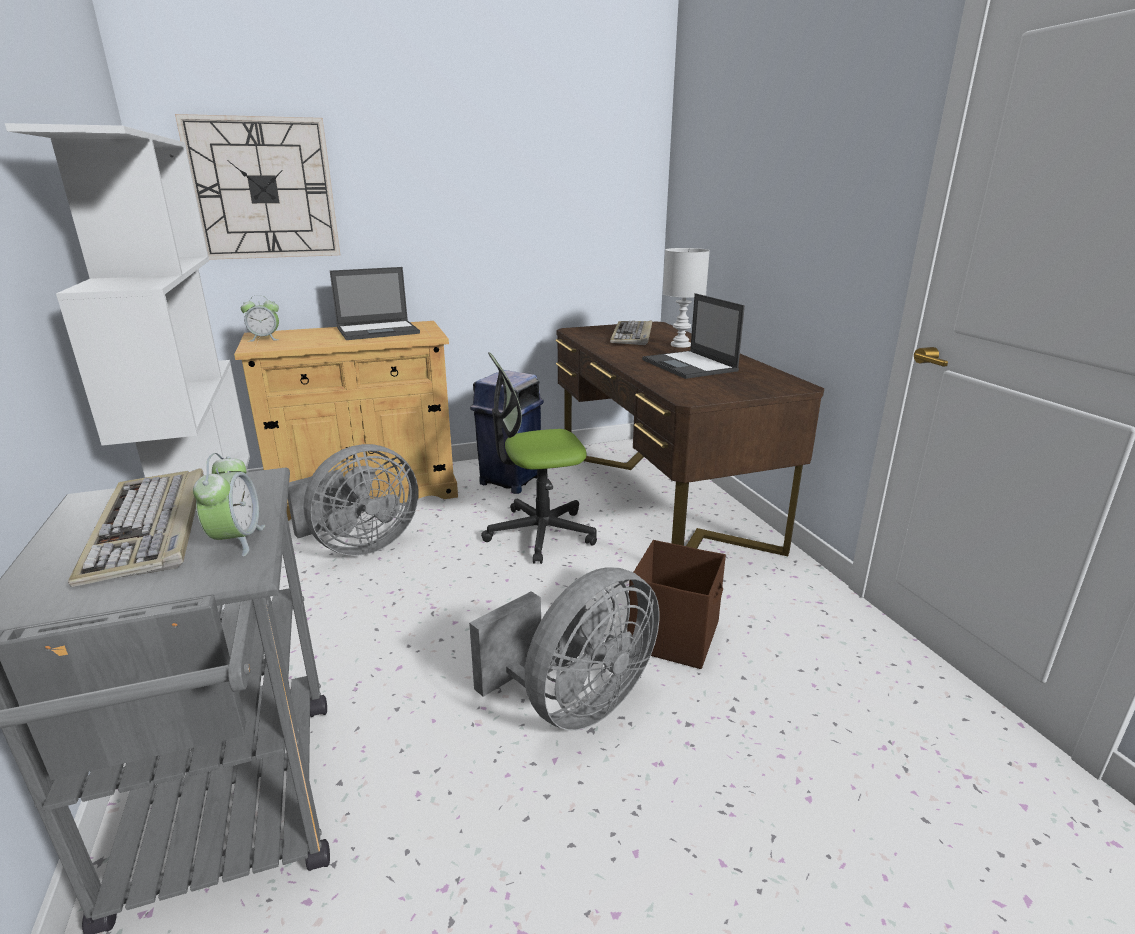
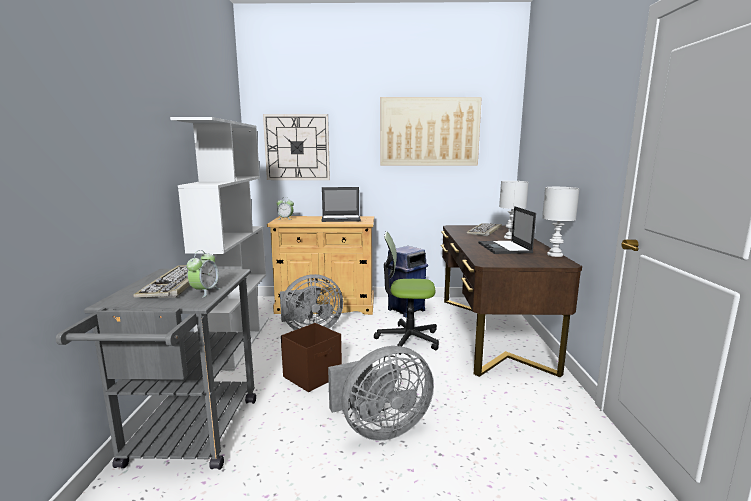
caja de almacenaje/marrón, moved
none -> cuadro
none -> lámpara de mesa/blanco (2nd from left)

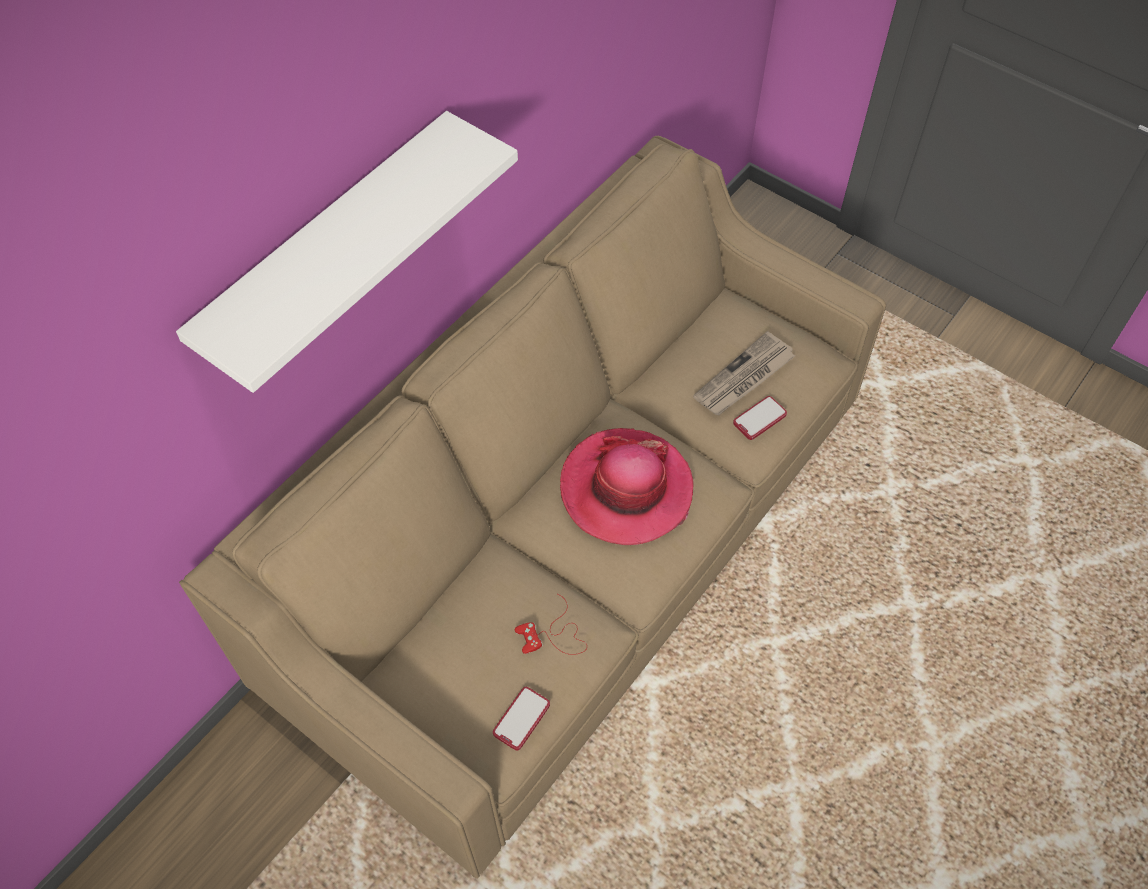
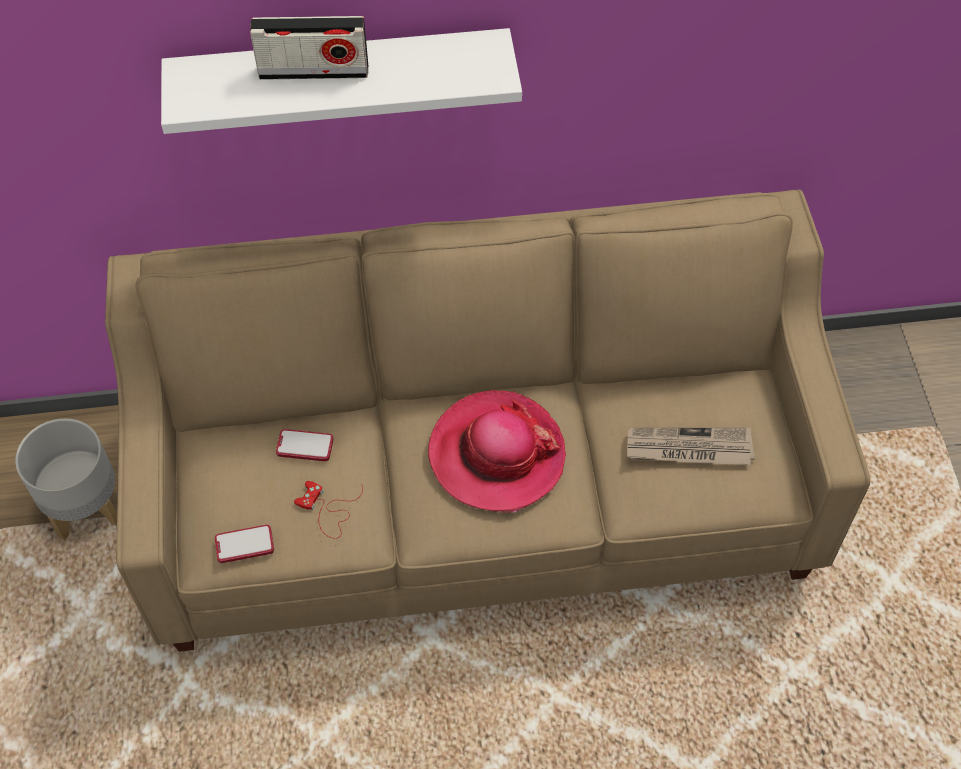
móvil (2nd from left), moved
none -> radio
none -> maceta/gris

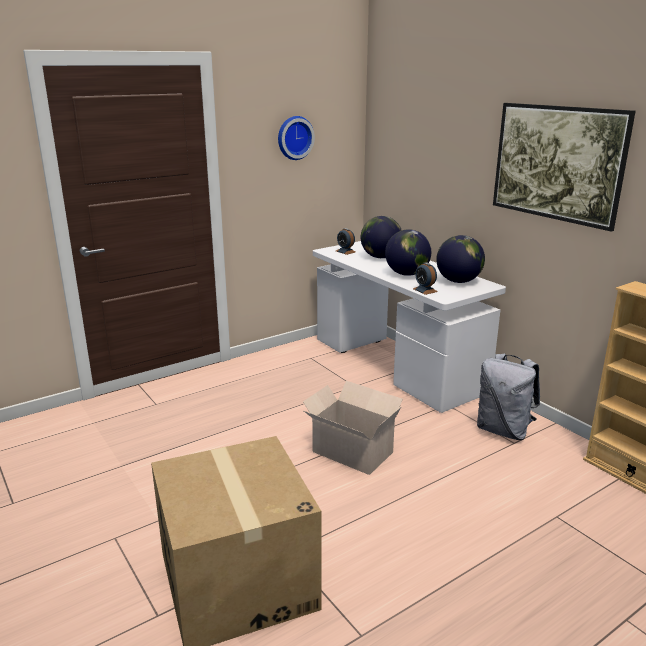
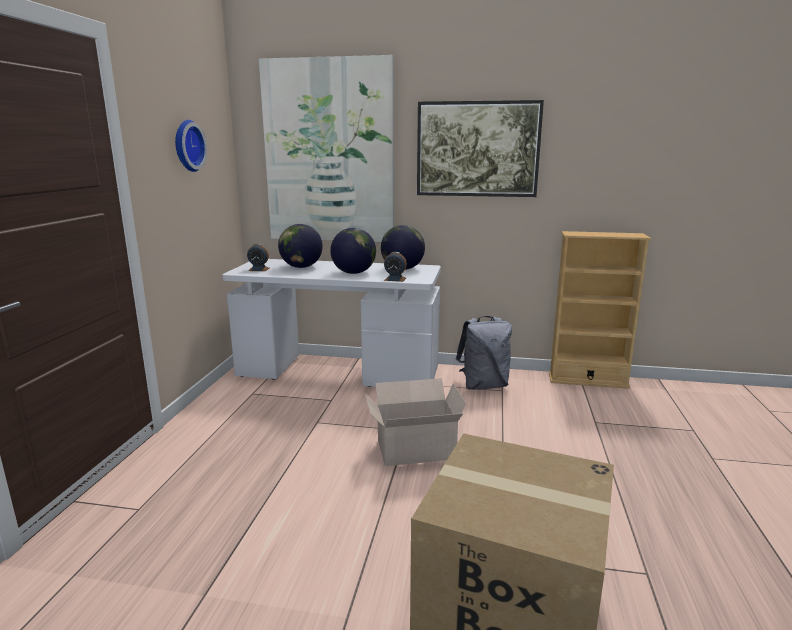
none -> cuadro (1st from left)

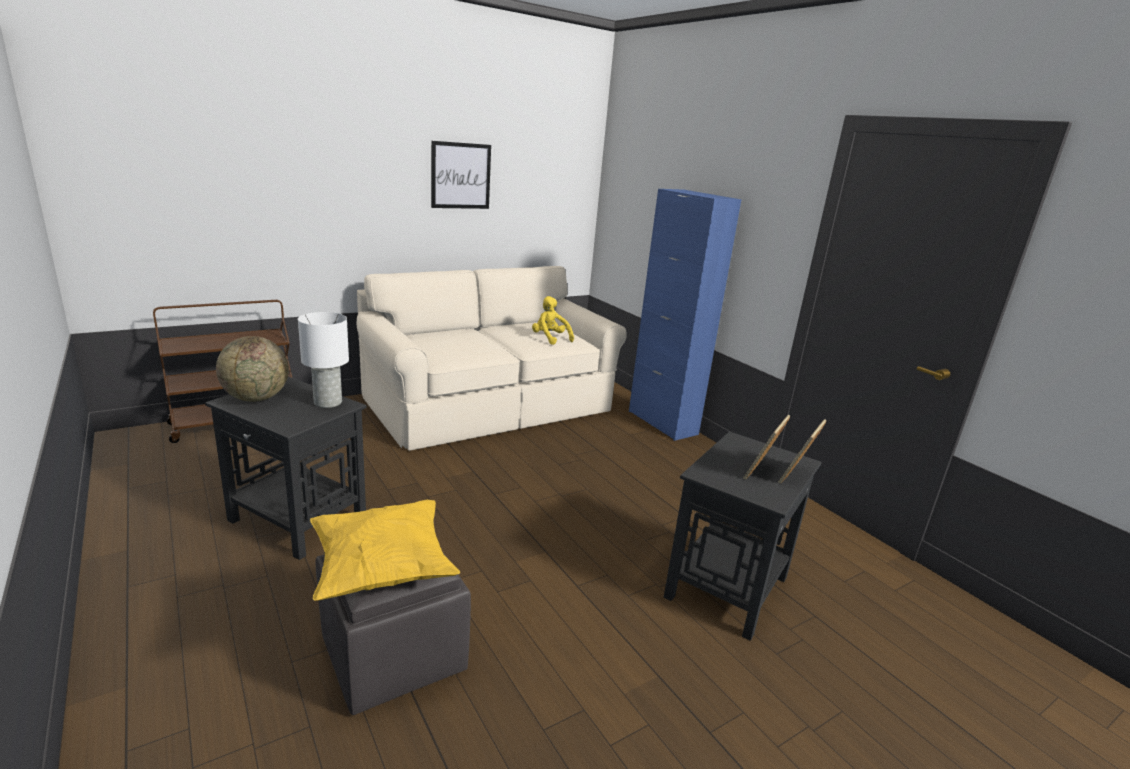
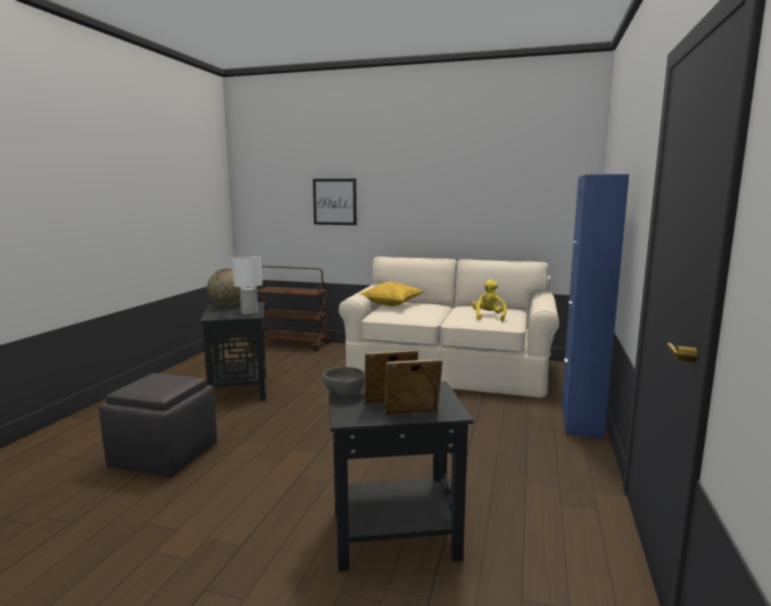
cuadro, moved
cojín/amarillo, moved
none -> cuenco/gris

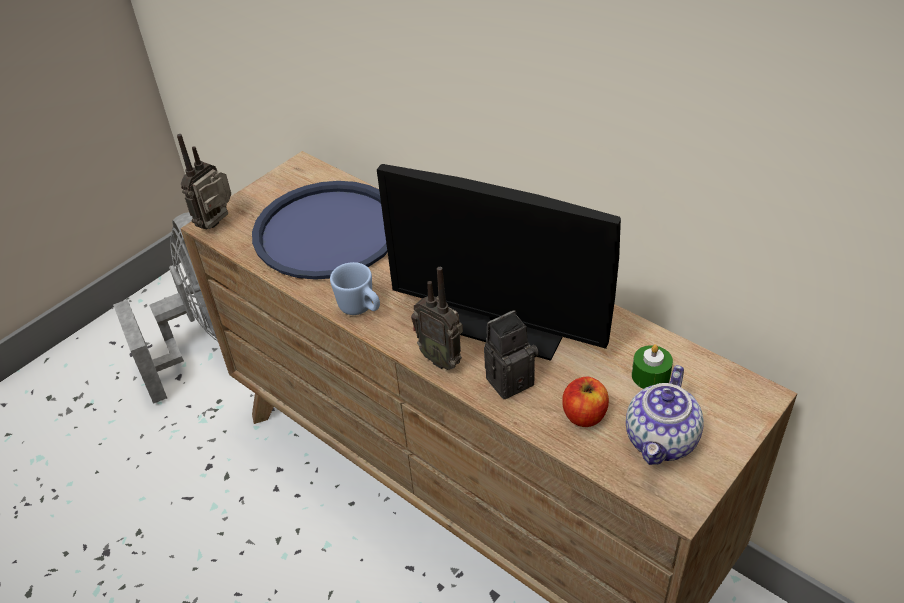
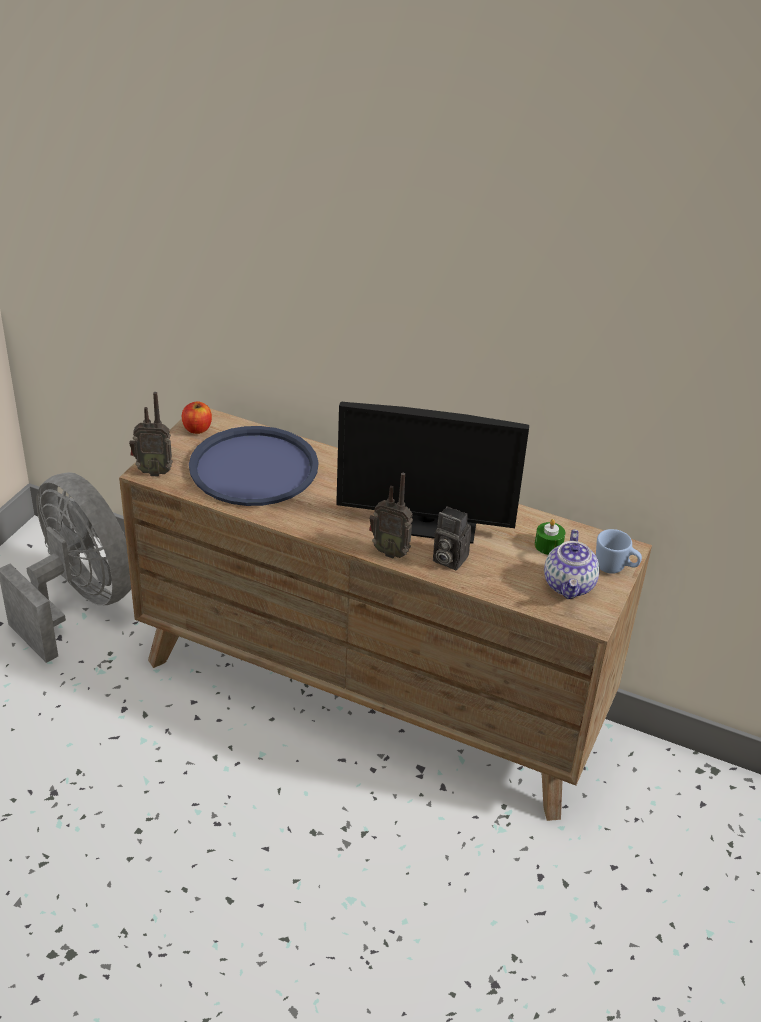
radio (1st from left), 105 degrees counterclockwise
taza grande/azul, moved
cámara, 105 degrees counterclockwise
manzana, moved

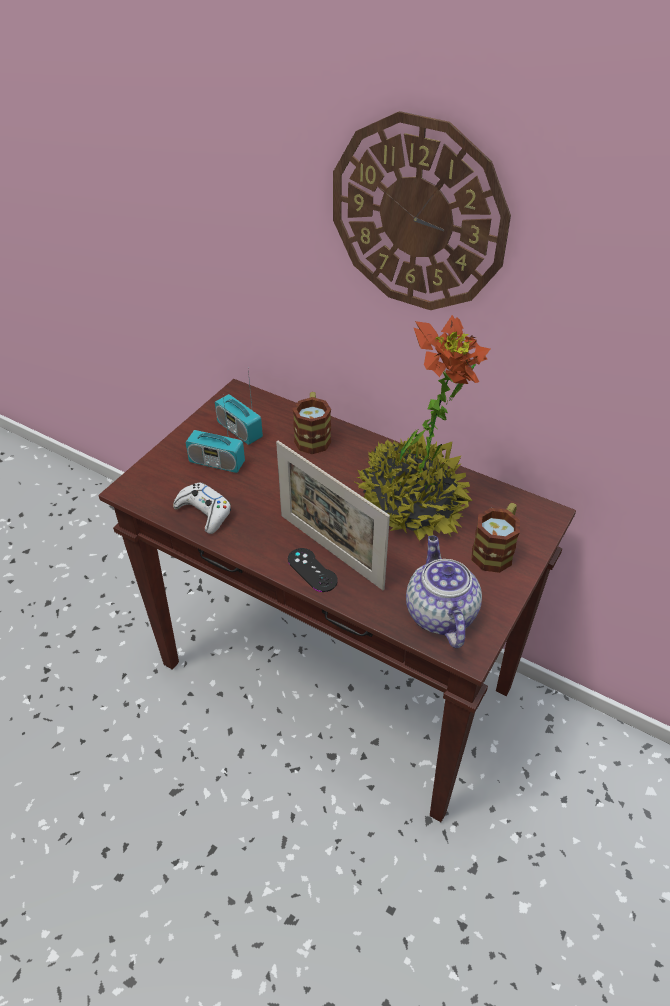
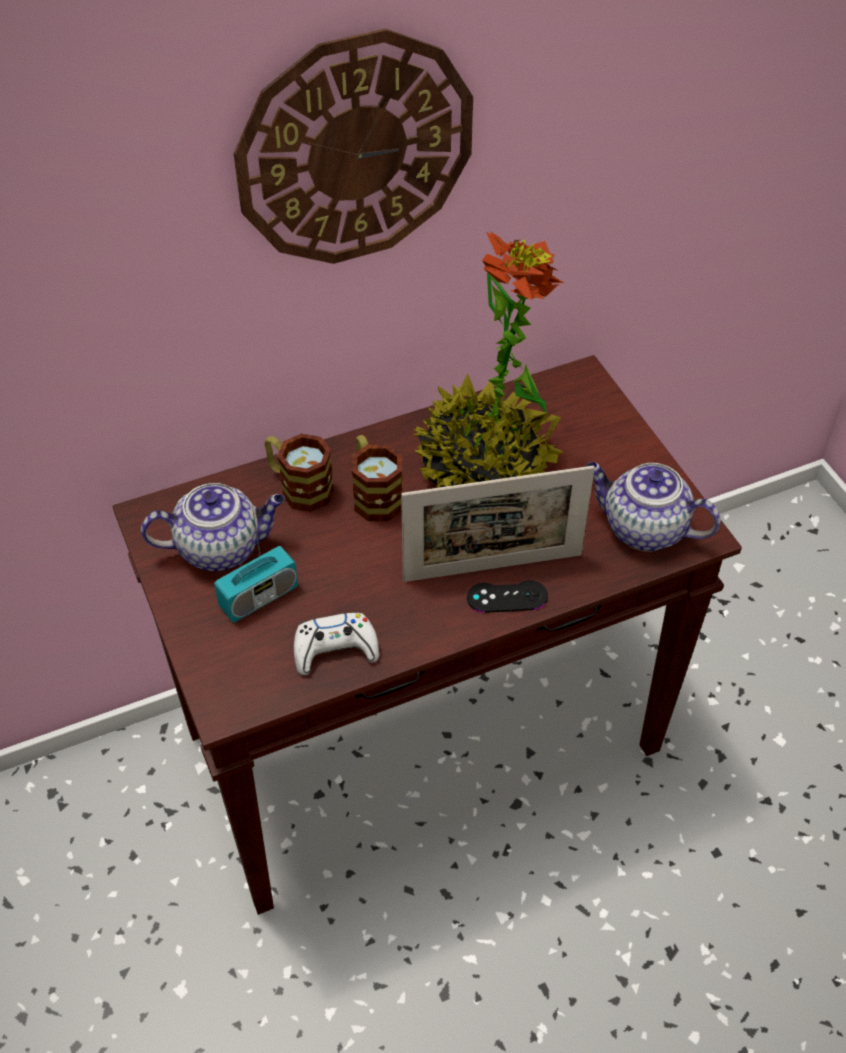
radio (2nd from left) -> tetera (1st from left)
taza grande (2nd from left), moved

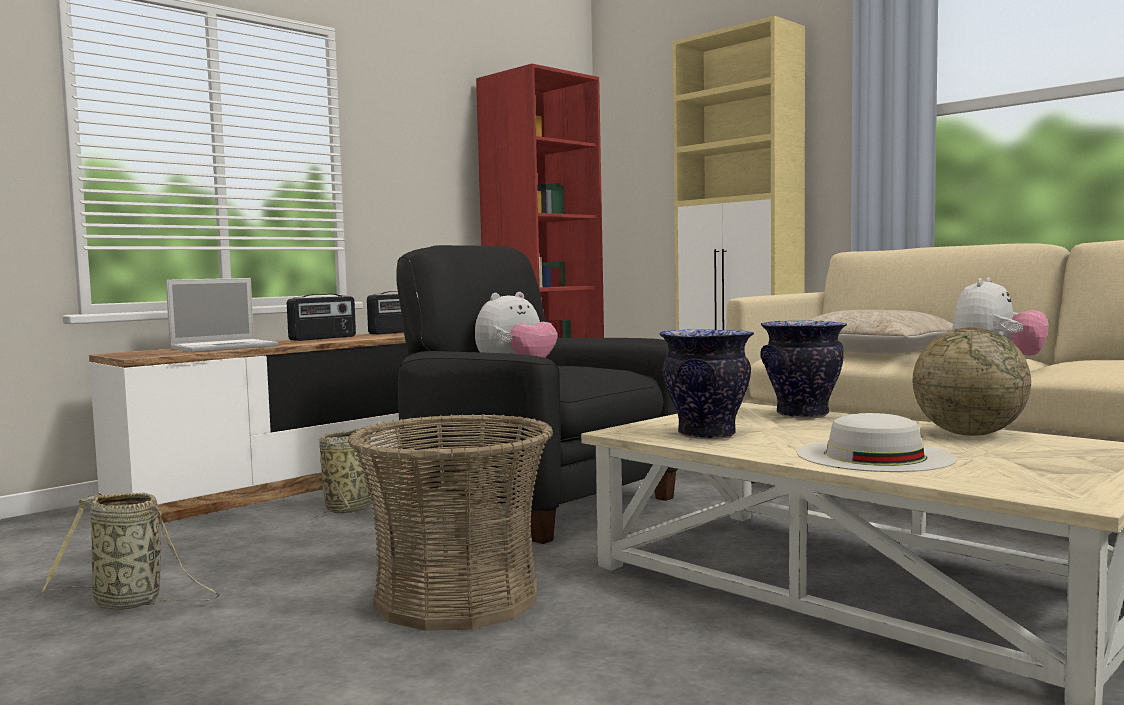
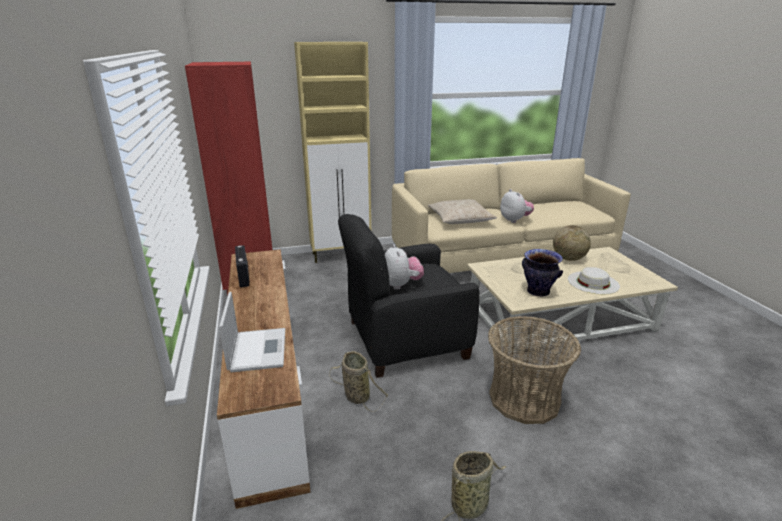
radio (1st from left) -> none
florero (2nd from left) -> none

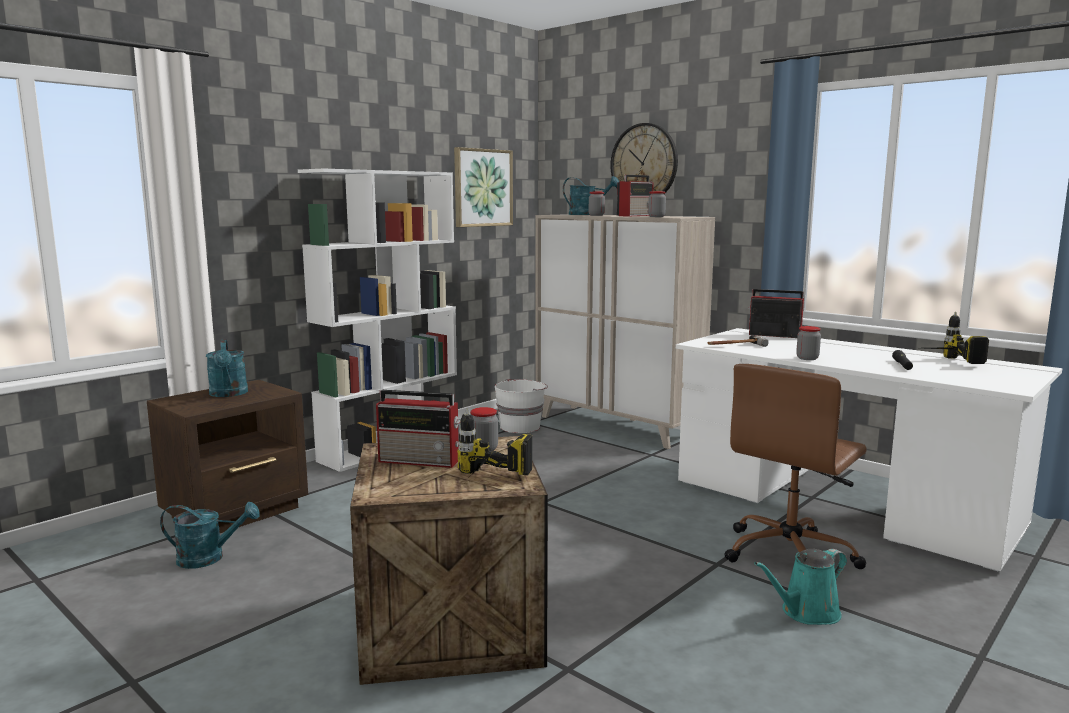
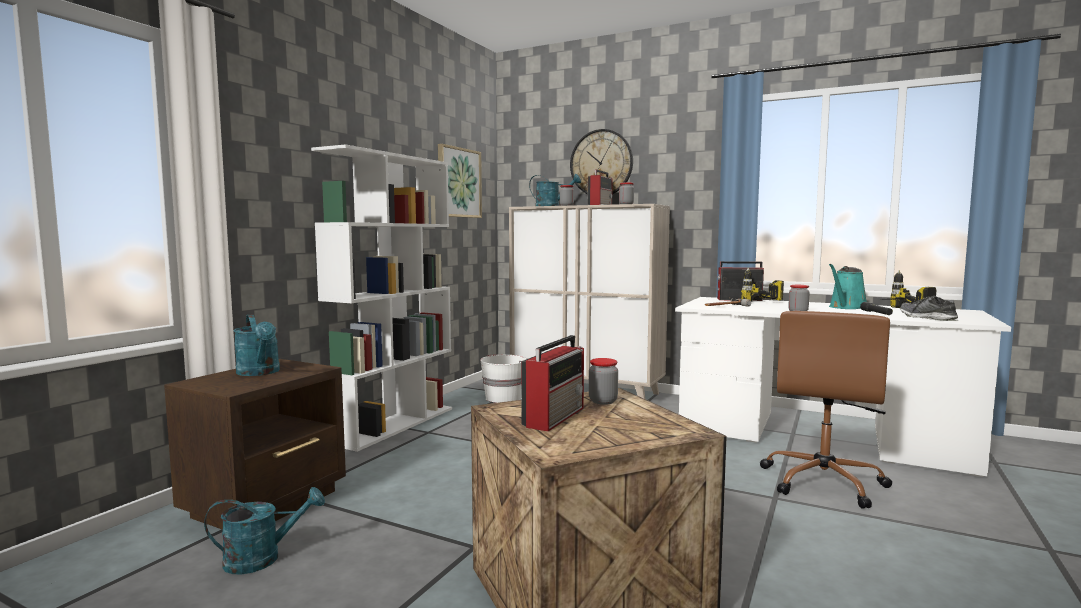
radio (1st from left), 60 degrees counterclockwise
taladro (1st from left), moved
regadera/turquesa (4th from left), moved
none -> zapato

